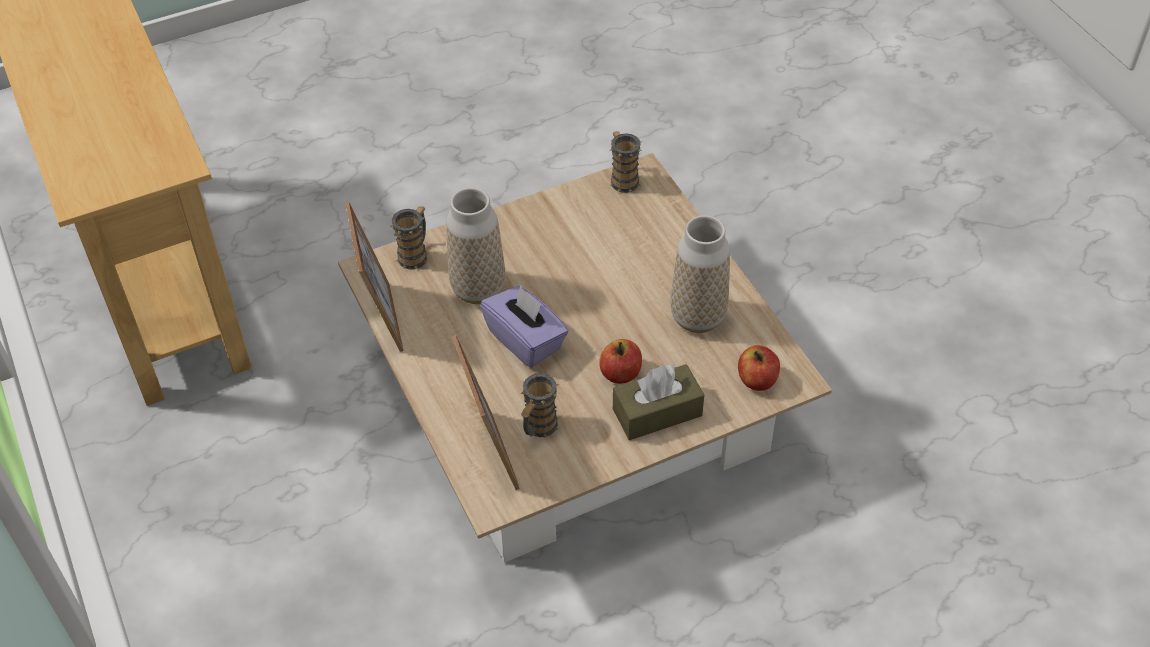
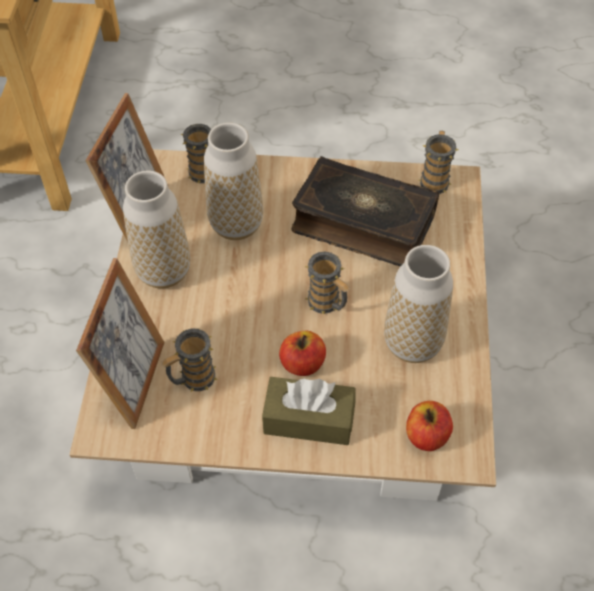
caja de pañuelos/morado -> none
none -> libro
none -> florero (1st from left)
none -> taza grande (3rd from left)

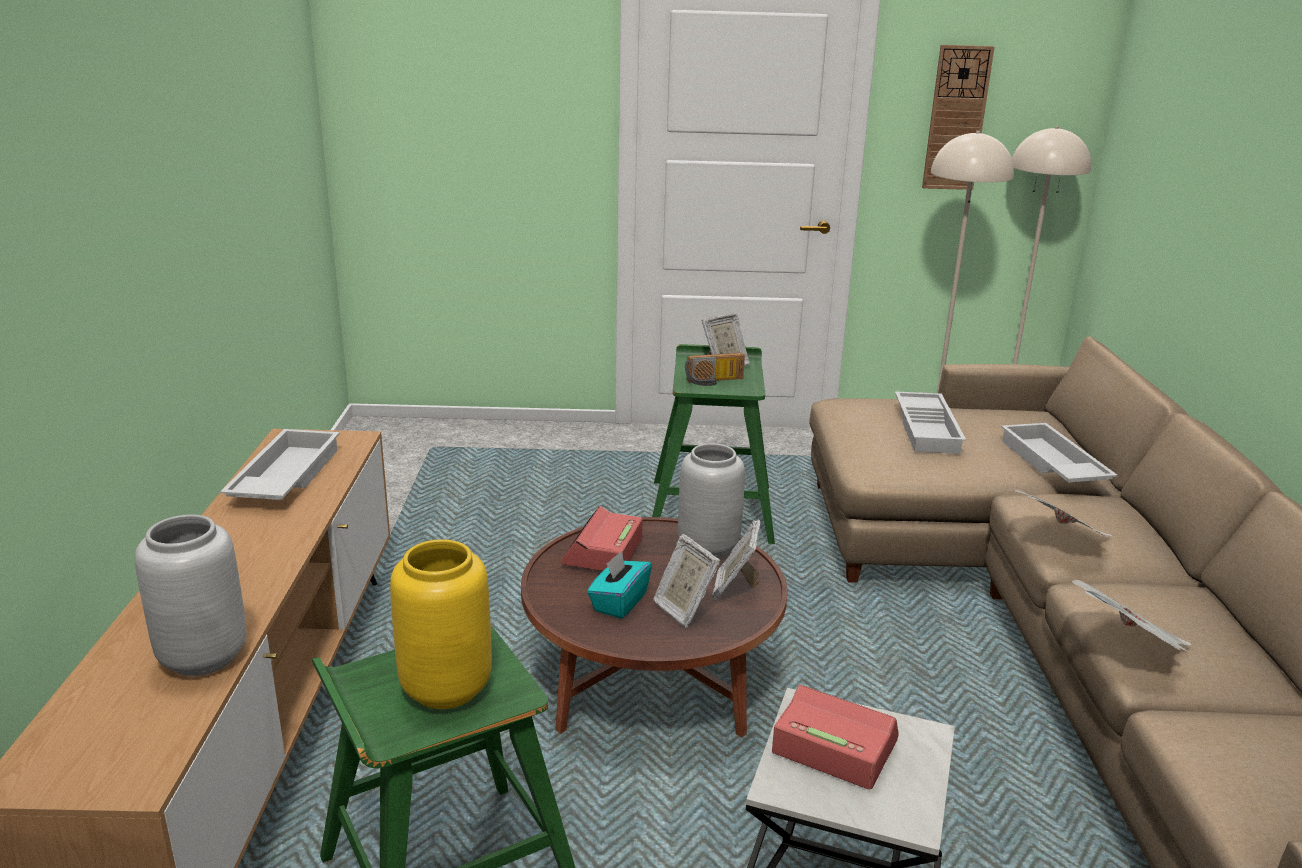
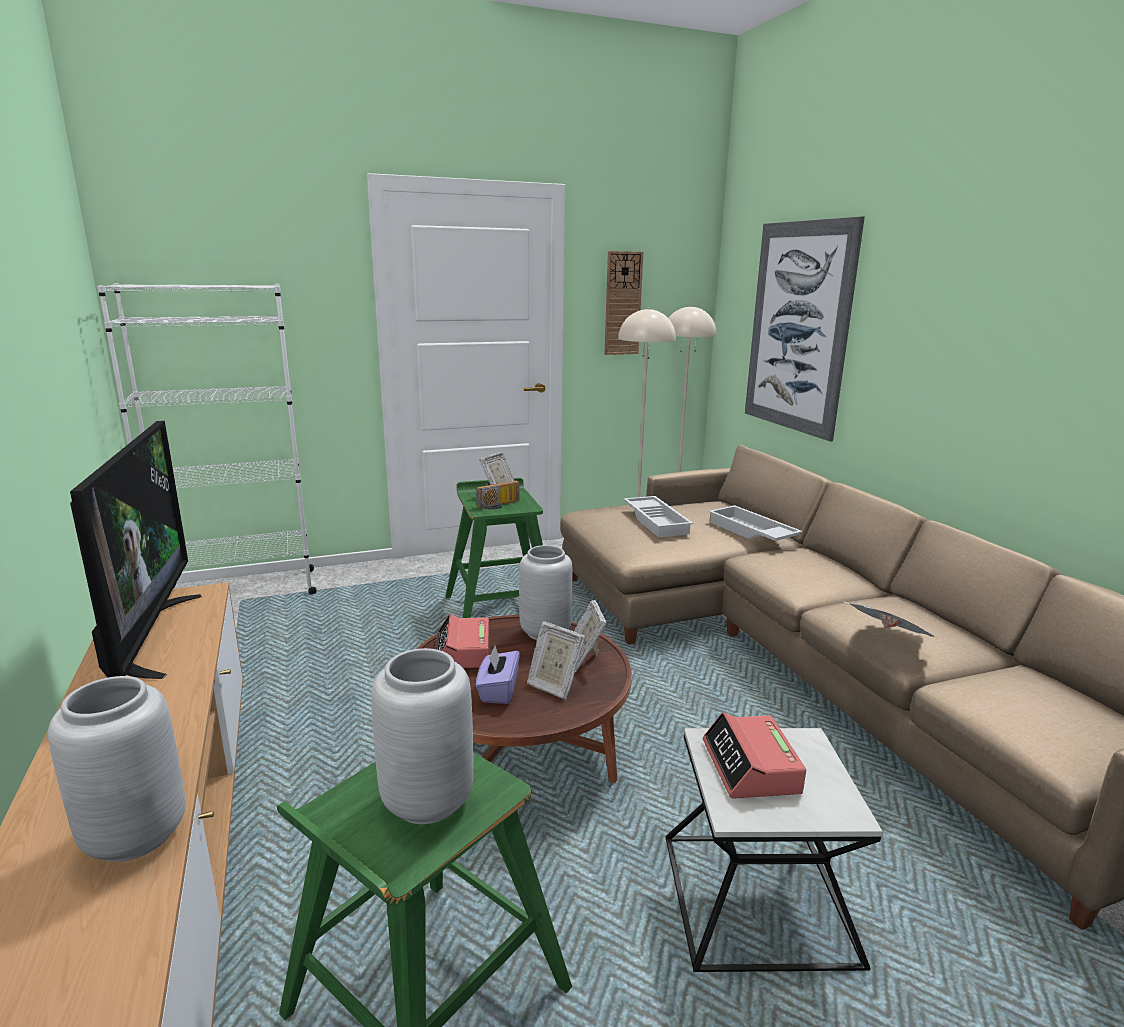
bandeja/blanco (1st from left) -> televisor
periódico (1st from left) -> none
florero/amarillo -> florero/gris (2nd from left)
caja de pañuelos/turquesa -> caja de pañuelos/morado
despertador (2nd from left), 105 degrees counterclockwise
none -> cuadro
none -> estantería/blanco

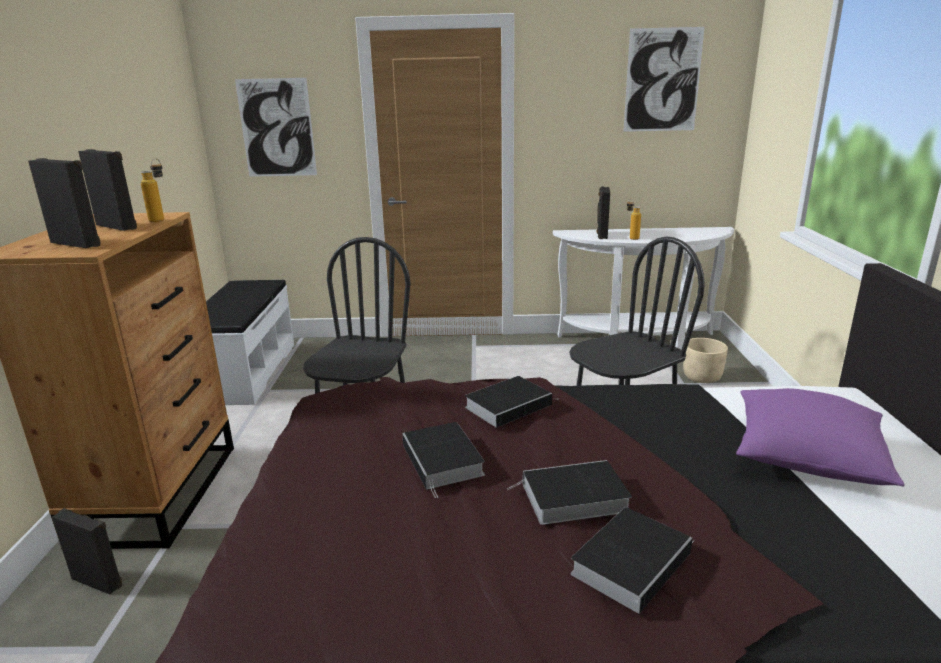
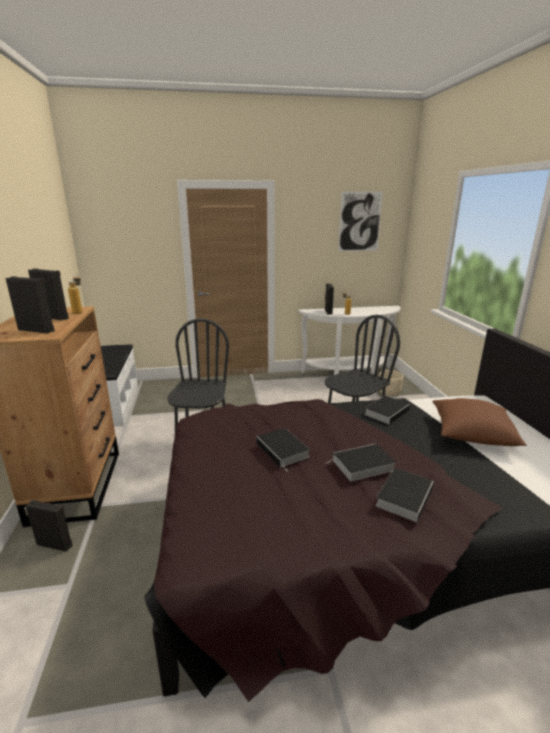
cuadro (1st from left) -> none
libro (2nd from left in the first image) -> libro (3rd from left), moved
cojín/morado -> cojín/marrón

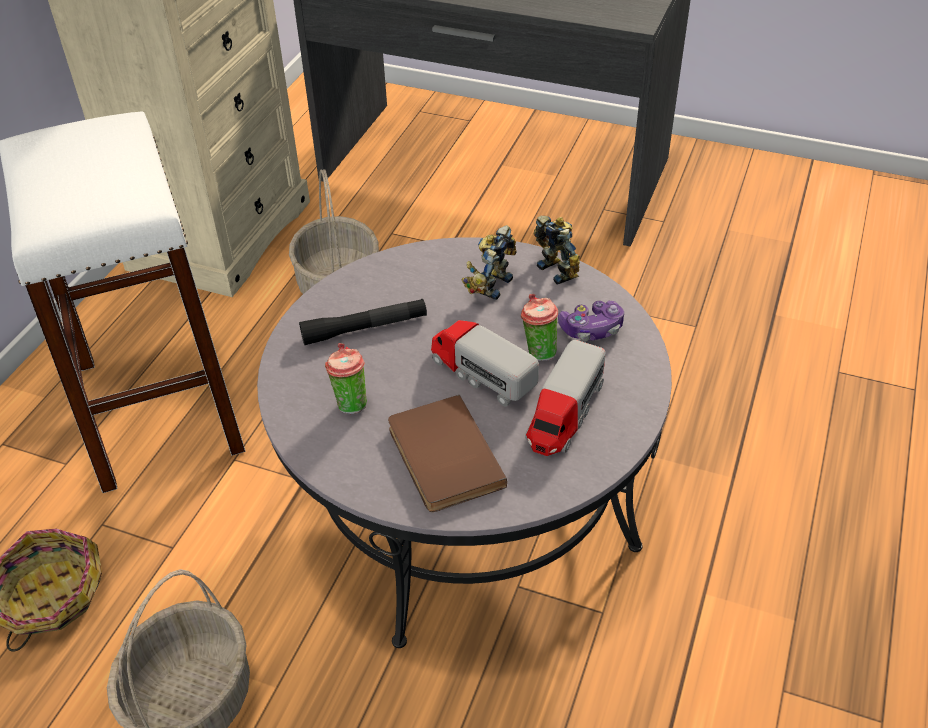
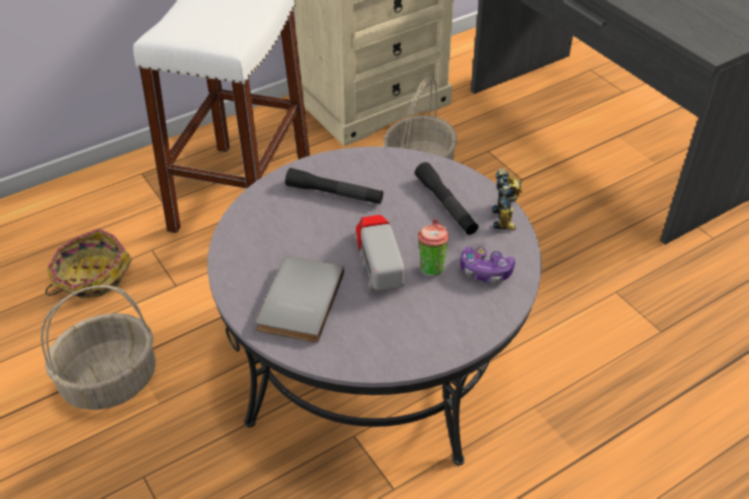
robot de juguete (1st from left) -> linterna/negro (2nd from left)
camión de juguete (2nd from left) -> none
taza (1st from left) -> none
libro/marrón -> libro/gris

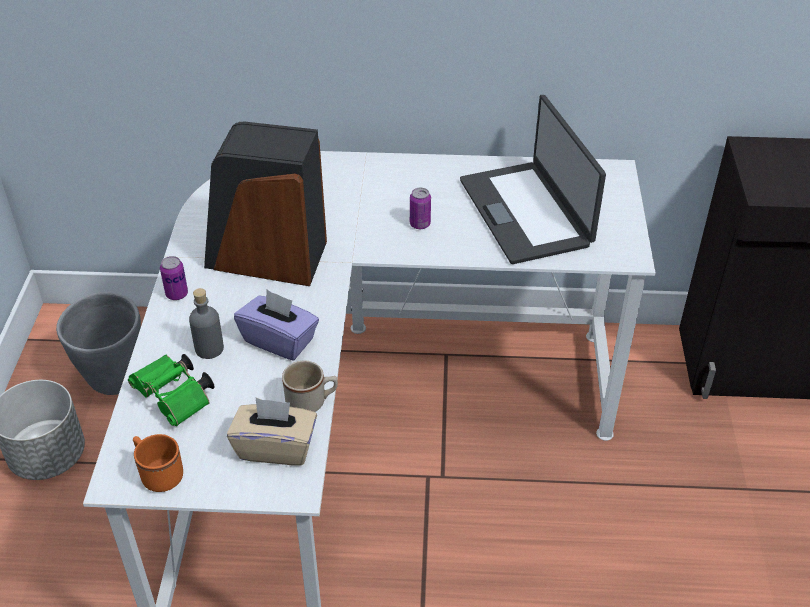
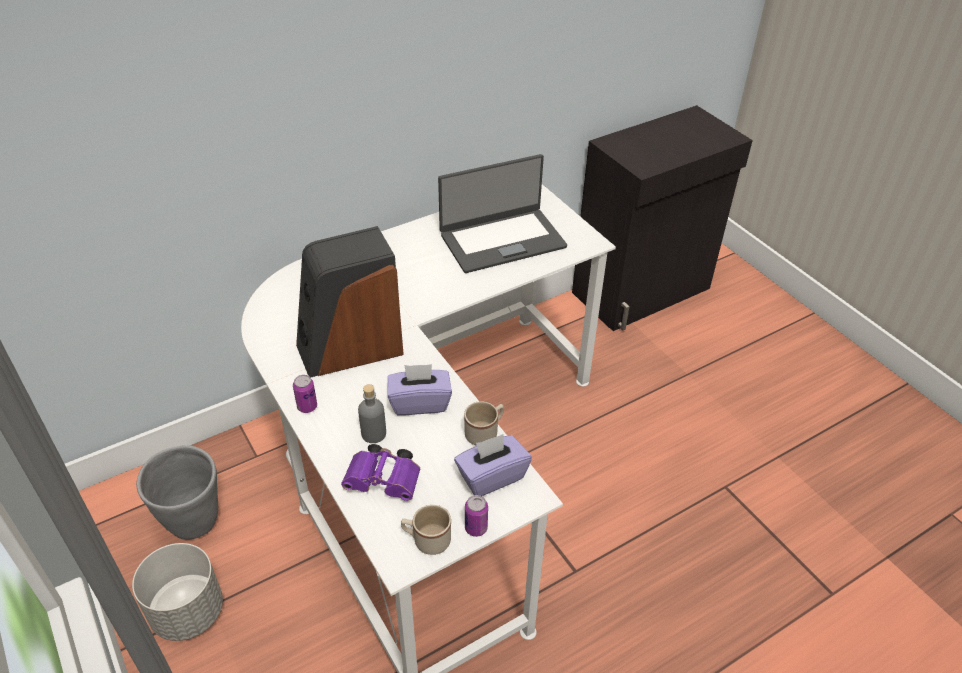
portátil, 60 degrees counterclockwise
lata (2nd from left), moved
prismáticos/verde -> prismáticos/morado
caja de pañuelos/beis -> caja de pañuelos/morado (2nd from left)
taza grande/naranja -> taza grande/beis (1st from left)

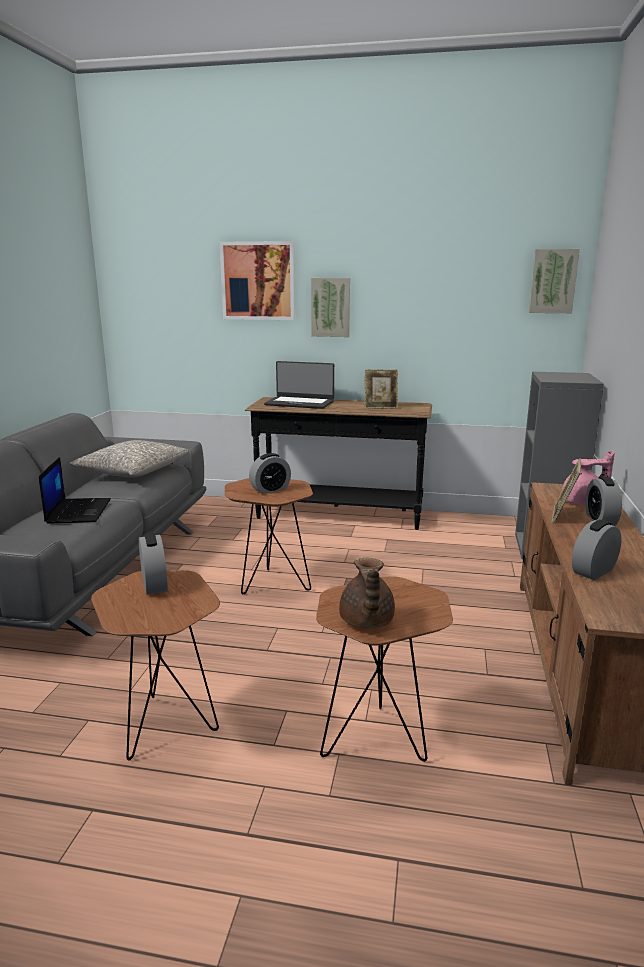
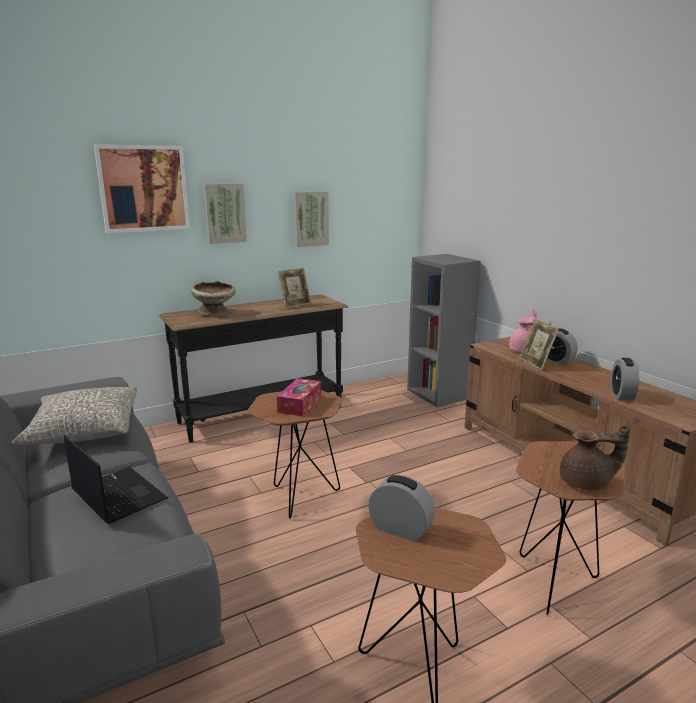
cuadro (3rd from left), moved
portátil (2nd from left) -> cuenco/beis
despertador (2nd from left) -> caja de pañuelos
tetera/marrón, 45 degrees counterclockwise

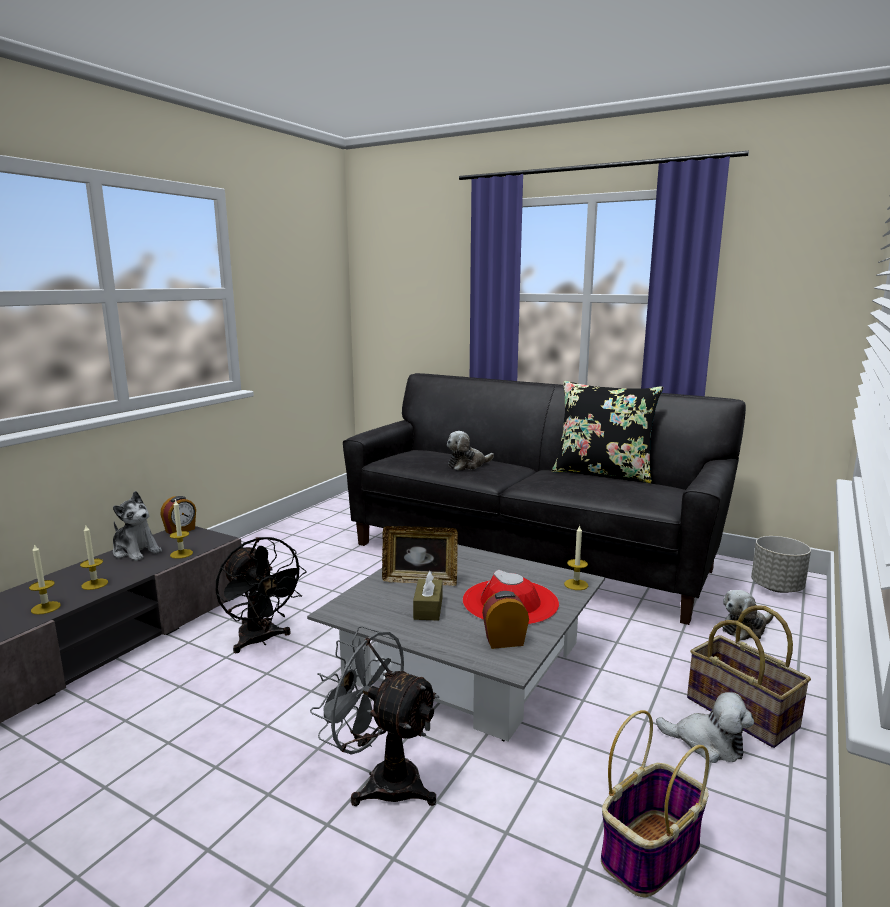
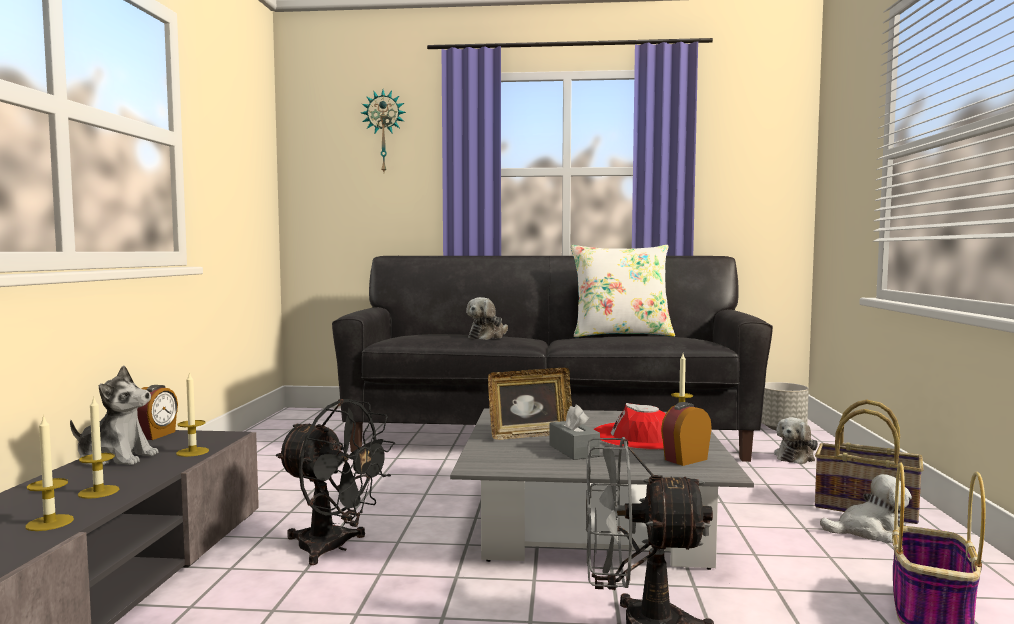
cojín/negro -> cojín/blanco
caja de pañuelos/marrón -> caja de pañuelos/gris
none -> reloj de pared

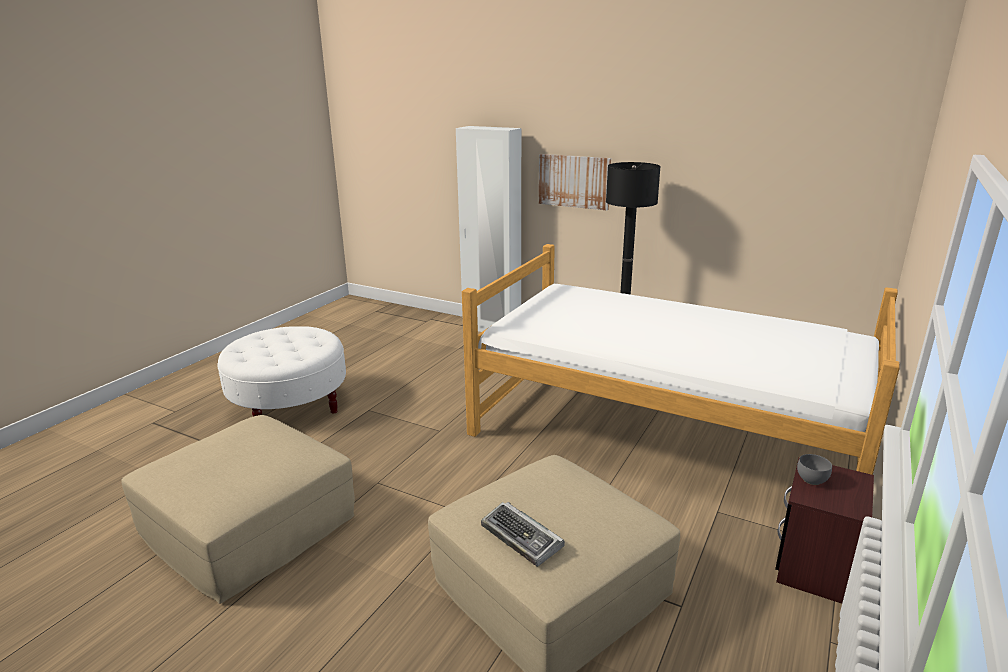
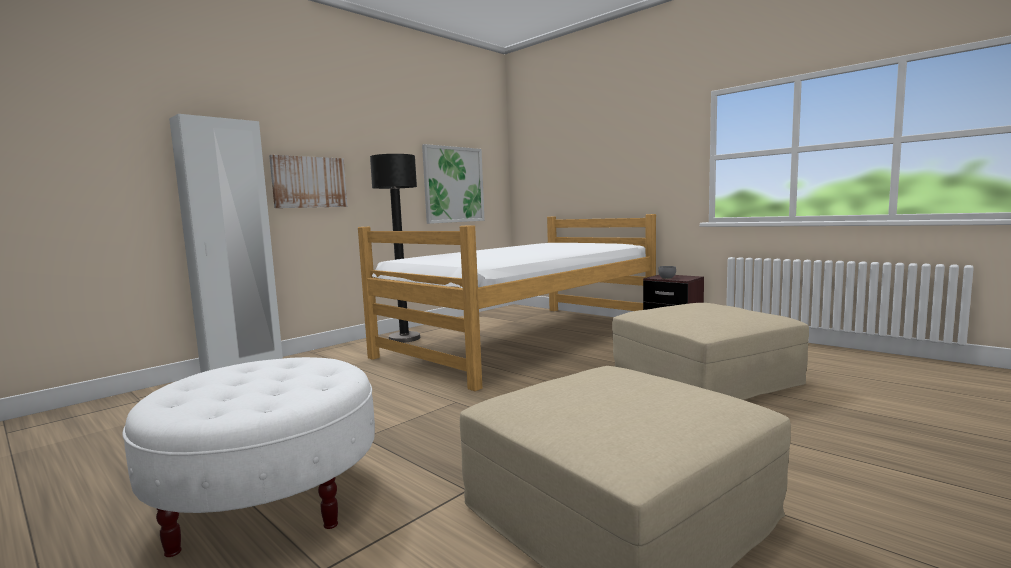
teclado -> none
none -> cuadro (2nd from left)

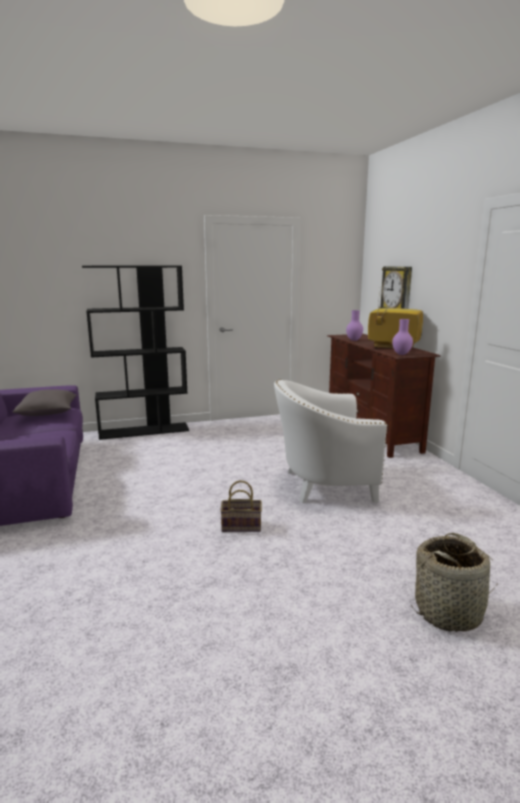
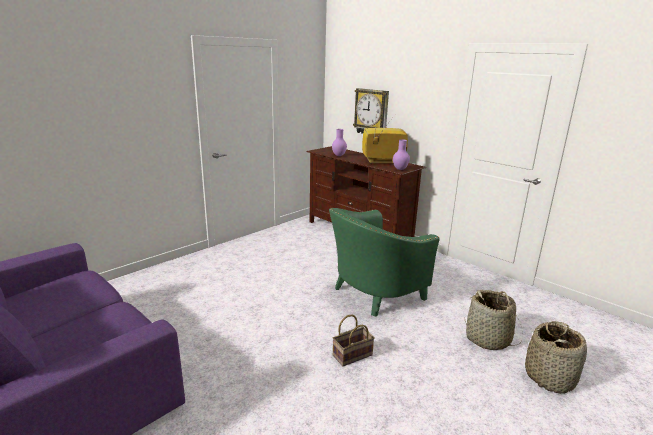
estantería/negro -> none
sillón/blanco -> sillón/verde
cojín/gris -> none
none -> cesta (2nd from left)

